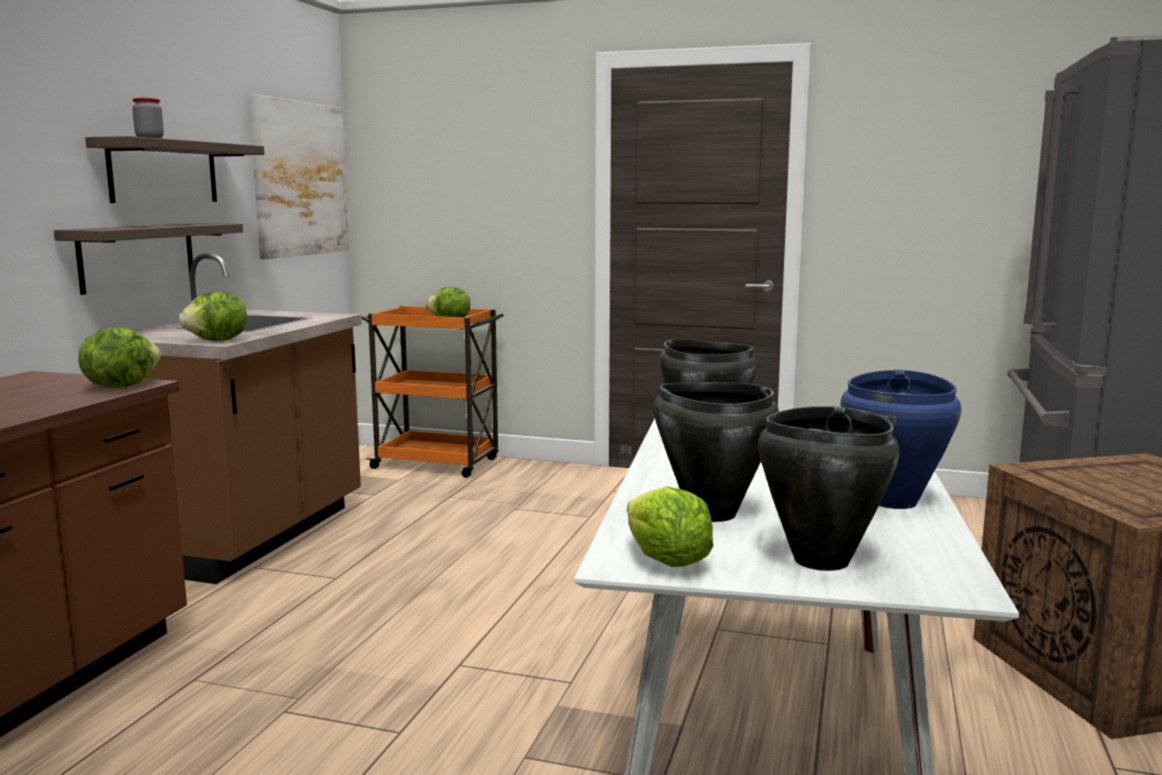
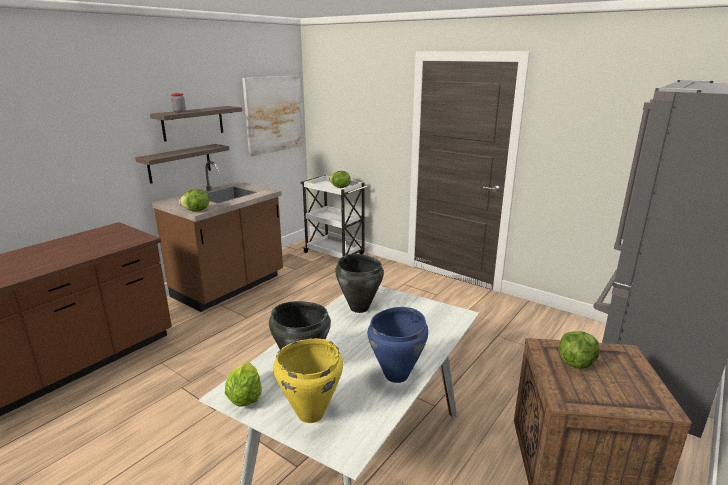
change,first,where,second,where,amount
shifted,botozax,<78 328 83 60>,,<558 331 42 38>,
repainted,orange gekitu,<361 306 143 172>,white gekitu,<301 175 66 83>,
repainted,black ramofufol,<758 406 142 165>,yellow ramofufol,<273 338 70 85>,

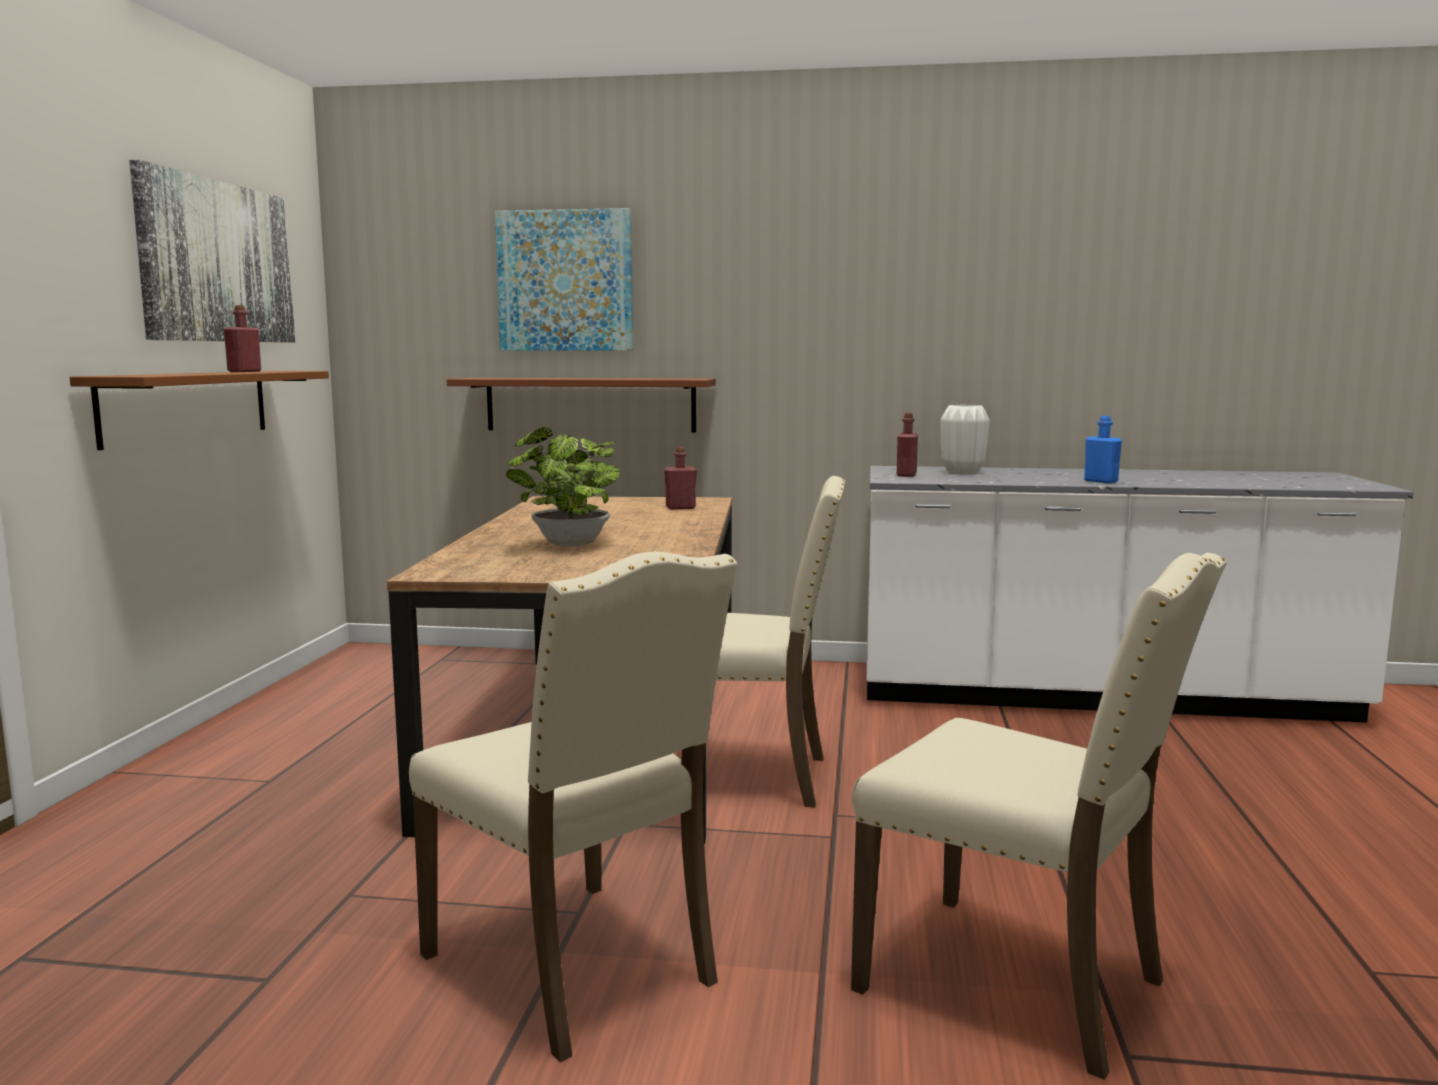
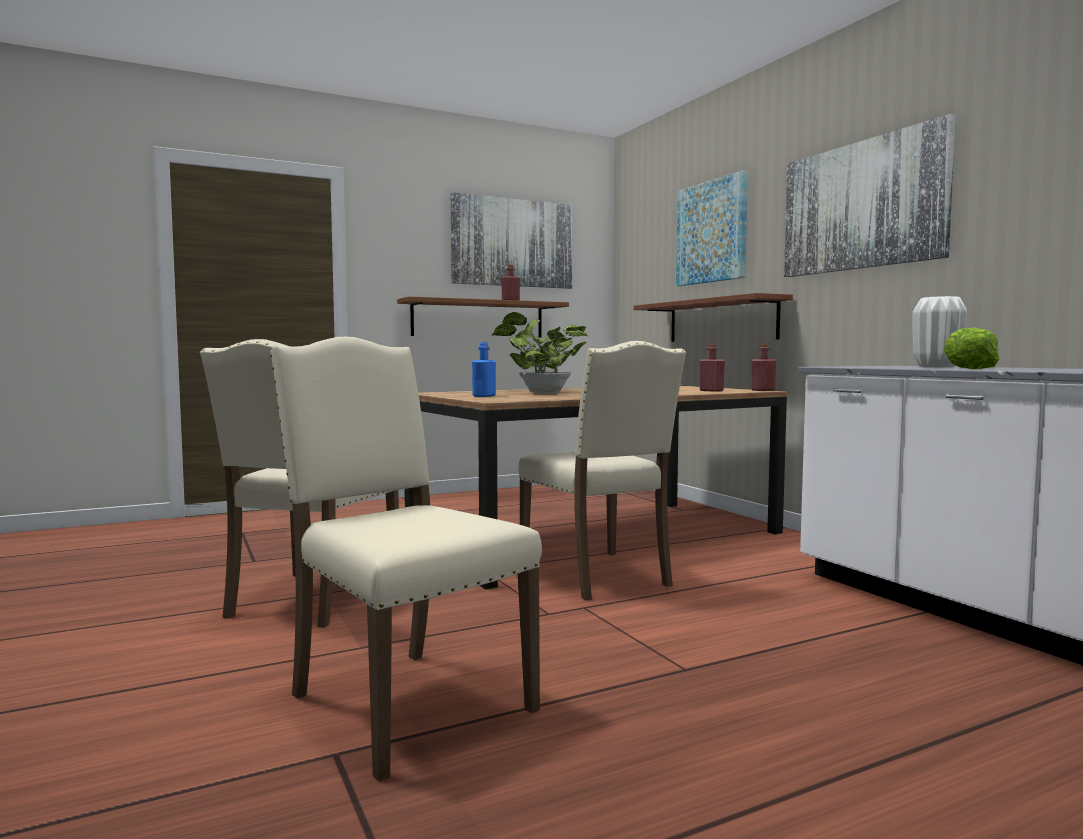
change,first,where,second,where,amount
new,,,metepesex,<784 114 172 163>,
new,,,botozax,<944 328 56 41>,
shifted,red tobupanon,<897 413 21 64>,,<751 344 25 47>,
shifted,blue tobupanon,<1084 416 38 67>,,<472 342 24 55>,
rotated,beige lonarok,<851 553 376 527>,,<270 337 272 445>,135 degrees clockwise

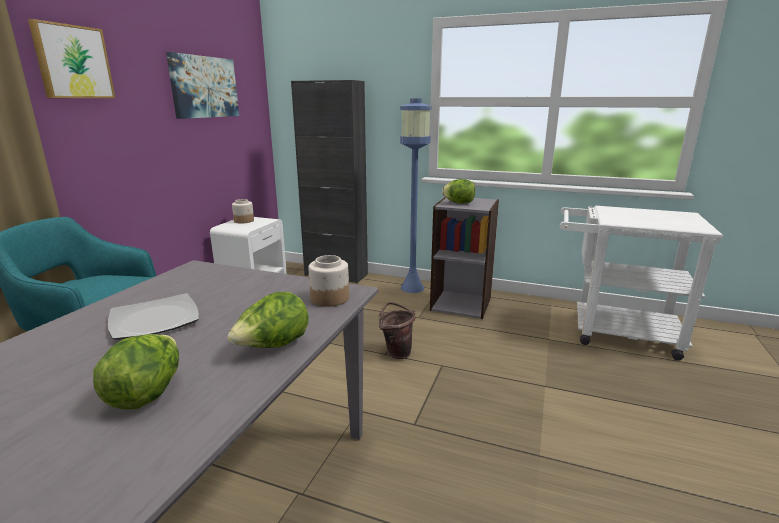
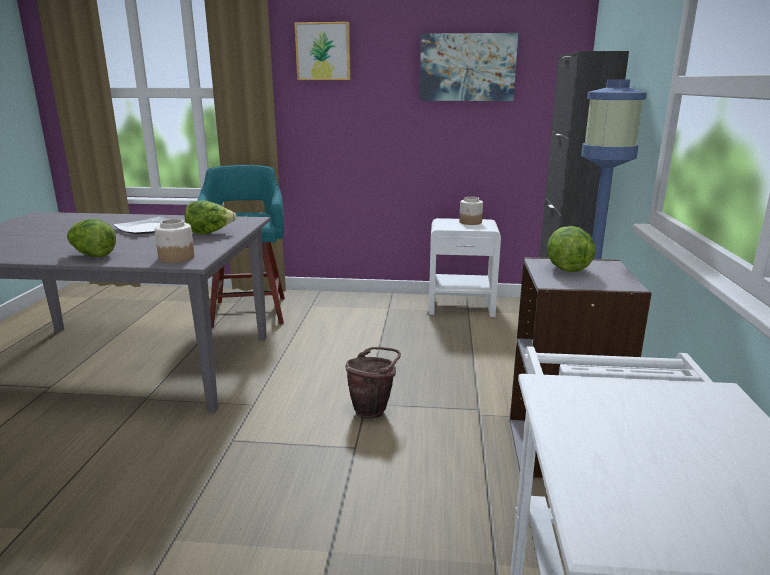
change,first,where,second,where,amount
shifted,botozax,<93 334 86 76>,,<185 200 52 34>,

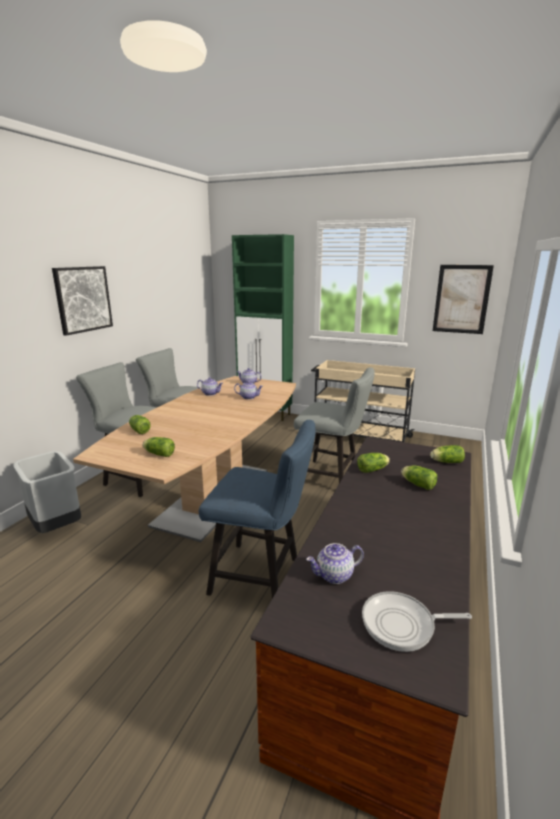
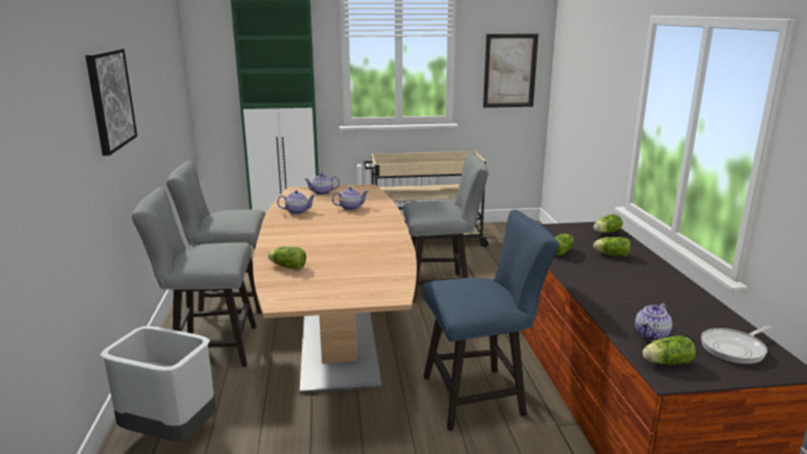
change,first,where,second,where,amount
shifted,botozax,<142 437 33 20>,,<643 336 53 29>,

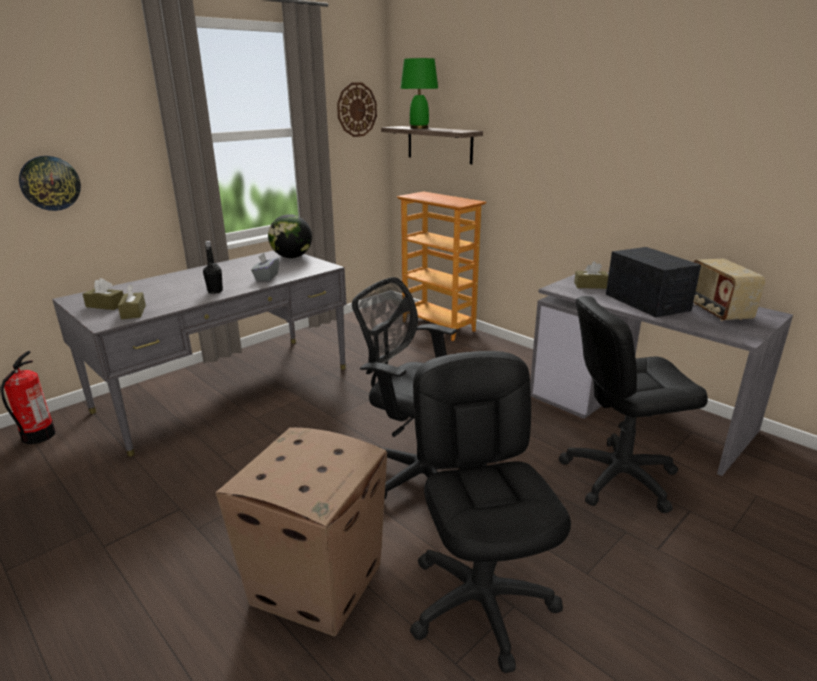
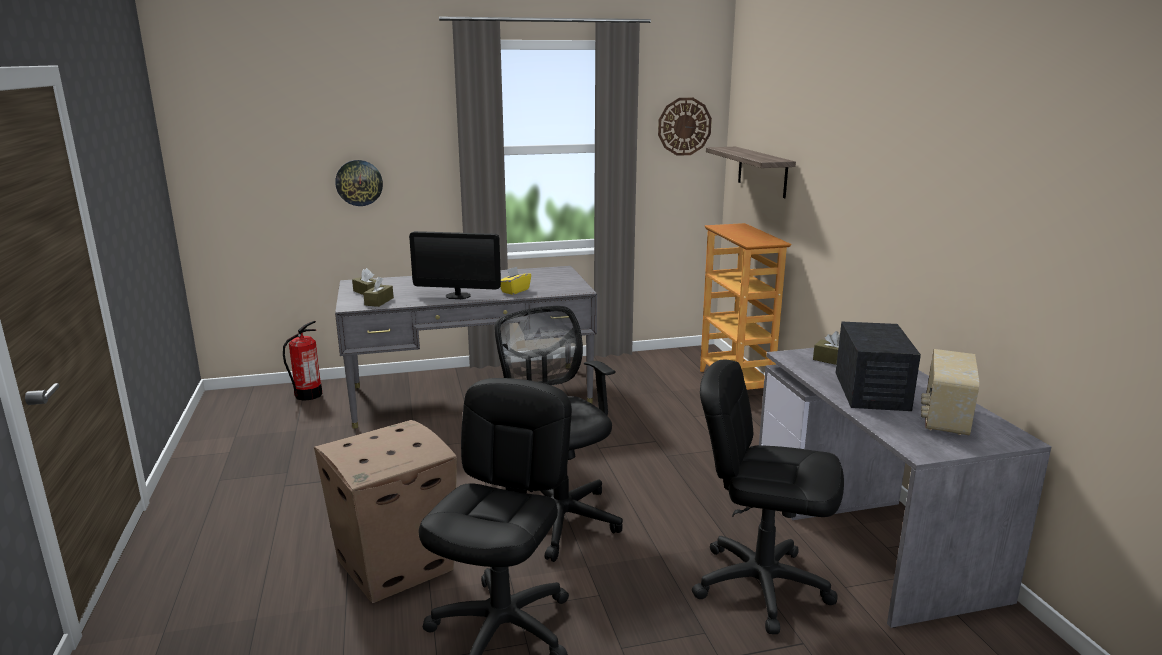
change,first,where,second,where,amount
gone,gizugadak,<268 214 44 44>,,,
gone,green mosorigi,<400 58 38 71>,,,
swapped,black tobupanon,<203 241 20 53>,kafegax,<409 231 92 68>,
repainted,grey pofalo,<251 253 28 28>,yellow pofalo,<500 267 31 28>,

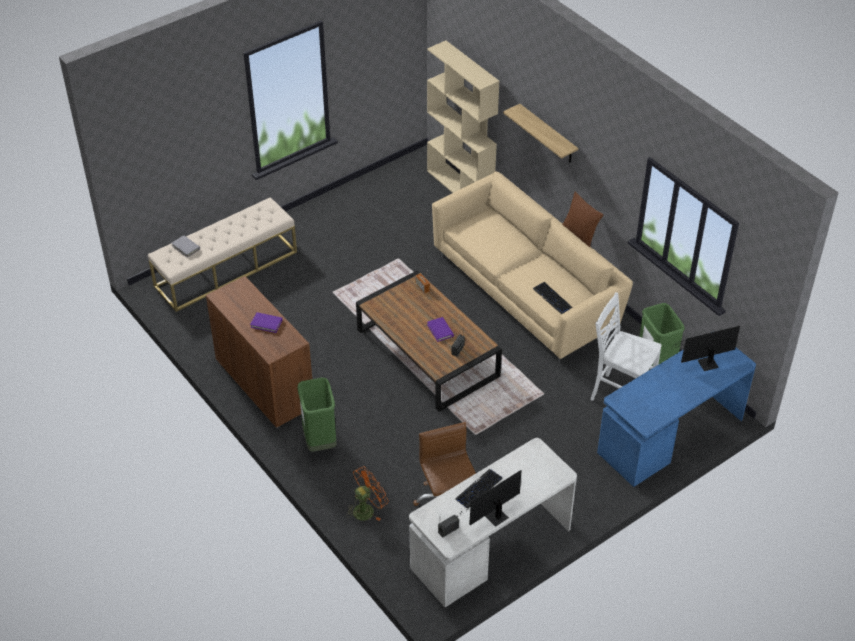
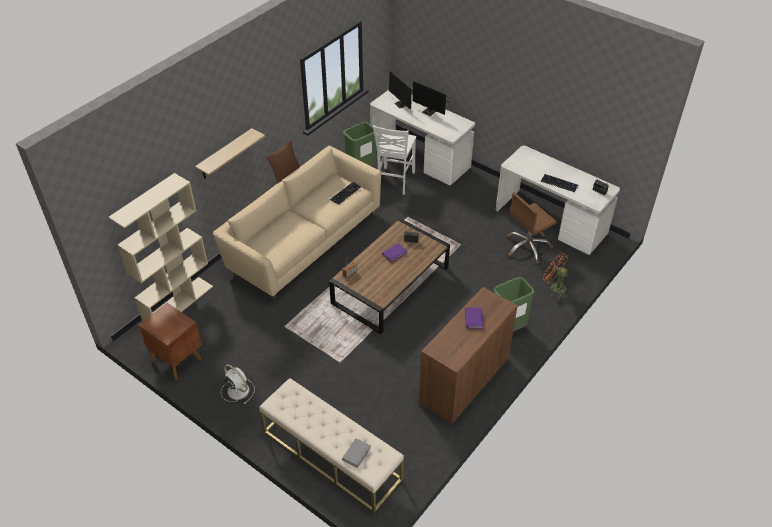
change,first,where,second,where,amount
new,,,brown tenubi,<138 303 64 77>,
new,,,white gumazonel,<221 364 33 40>,
shifted,kafegax,<456 470 66 57>,,<412 81 43 35>,
repainted,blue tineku,<597 332 159 155>,white tineku,<370 90 105 95>,

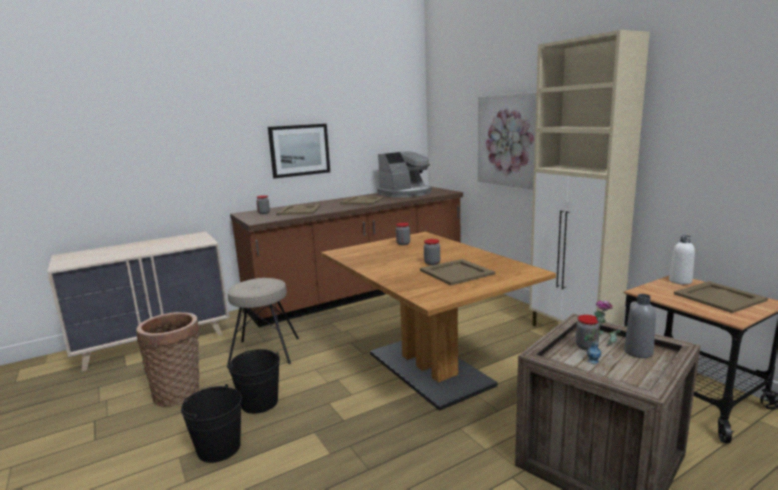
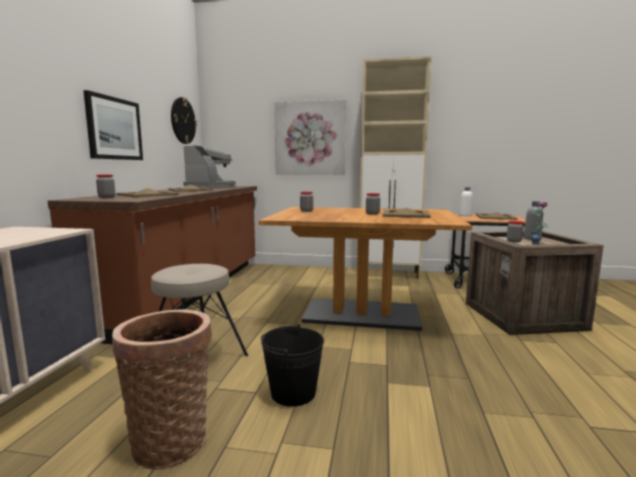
change,first,where,second,where,amount
gone,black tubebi,<181 384 61 79>,,,
new,,,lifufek,<171 97 26 47>,

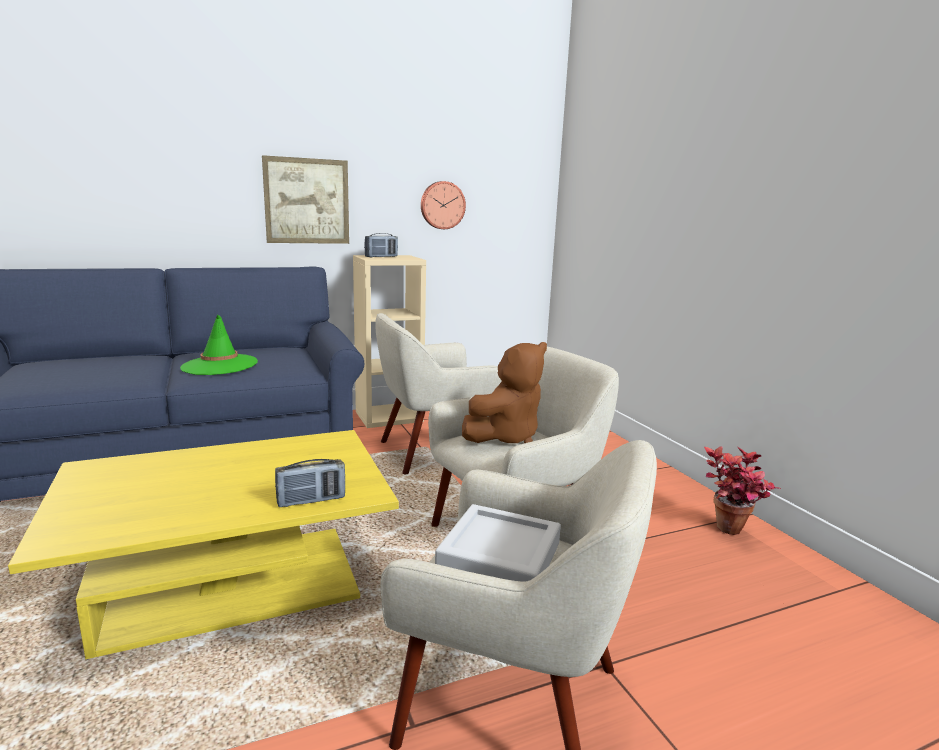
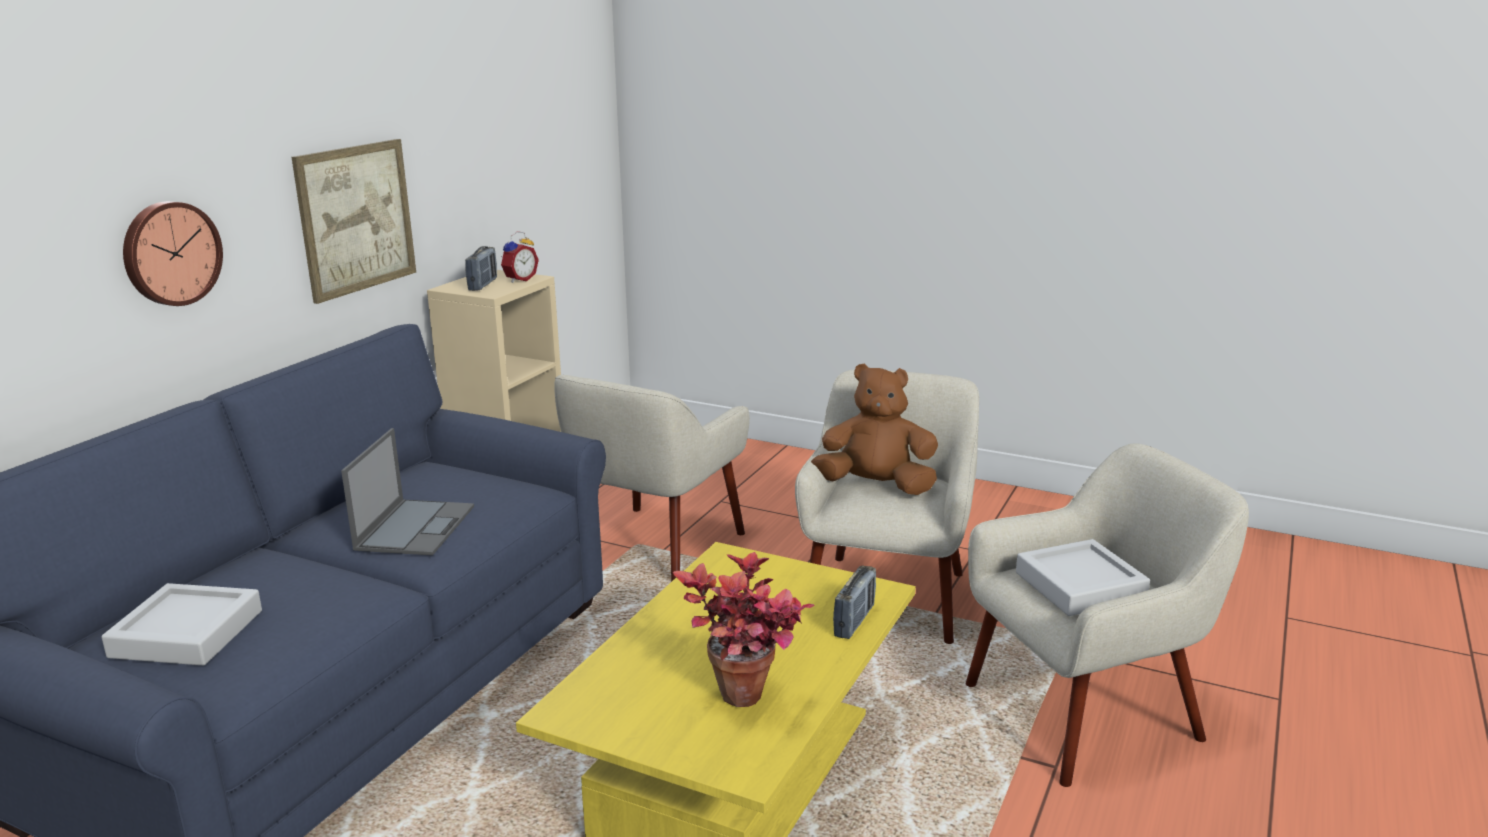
change,first,where,second,where,amount
new,,,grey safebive,<101 583 161 83>,
new,,,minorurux,<501 231 38 52>,
shifted,lifufek,<421 181 45 48>,,<123 201 100 105>,
shifted,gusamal,<704 447 77 88>,,<673 552 142 155>,
swapped,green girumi,<180 315 78 60>,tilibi,<341 428 133 128>,
rotated,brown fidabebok,<462 342 85 101>,,<811 364 127 131>,90 degrees counterclockwise

